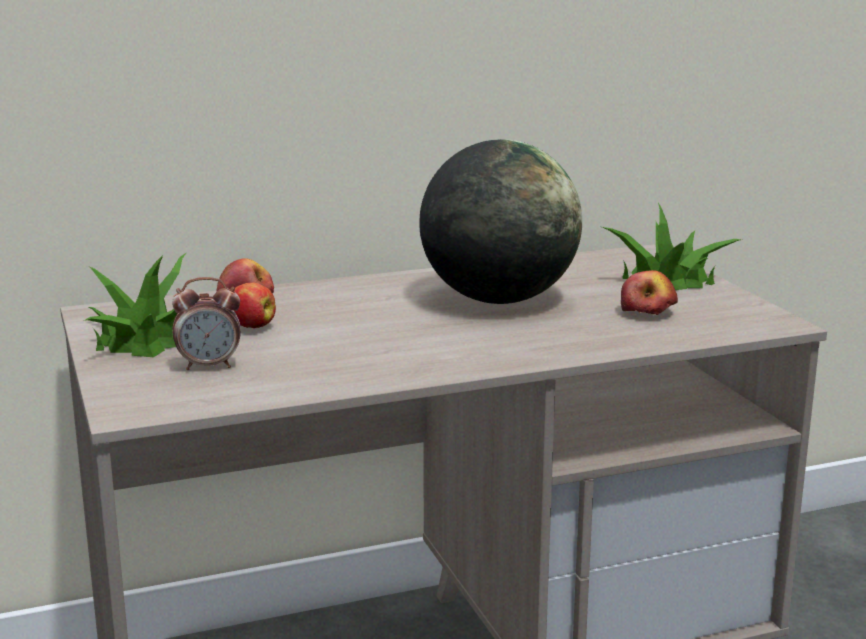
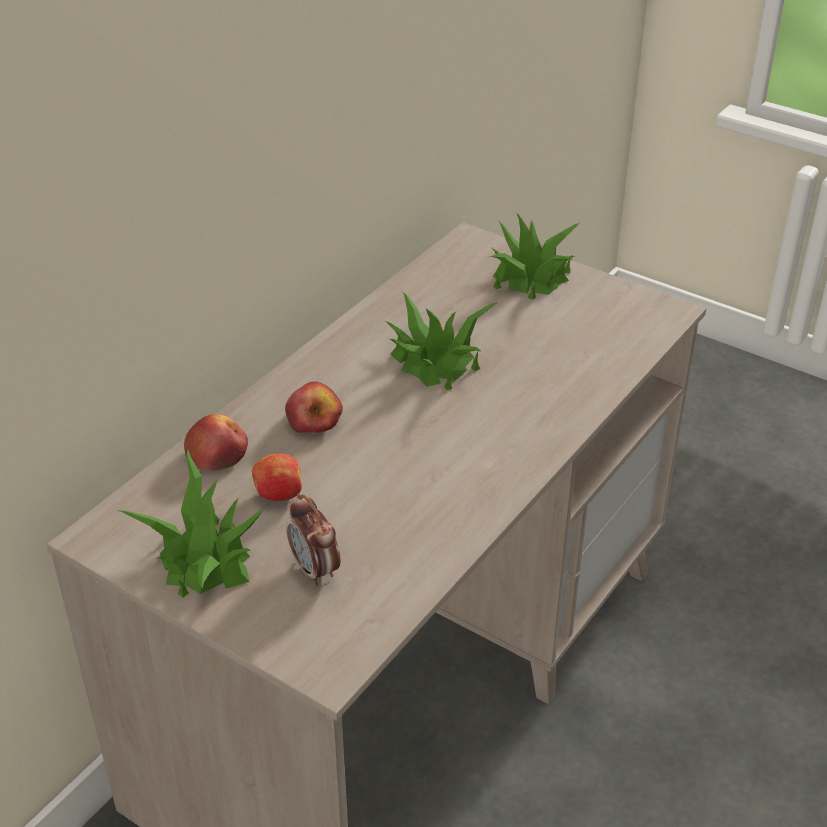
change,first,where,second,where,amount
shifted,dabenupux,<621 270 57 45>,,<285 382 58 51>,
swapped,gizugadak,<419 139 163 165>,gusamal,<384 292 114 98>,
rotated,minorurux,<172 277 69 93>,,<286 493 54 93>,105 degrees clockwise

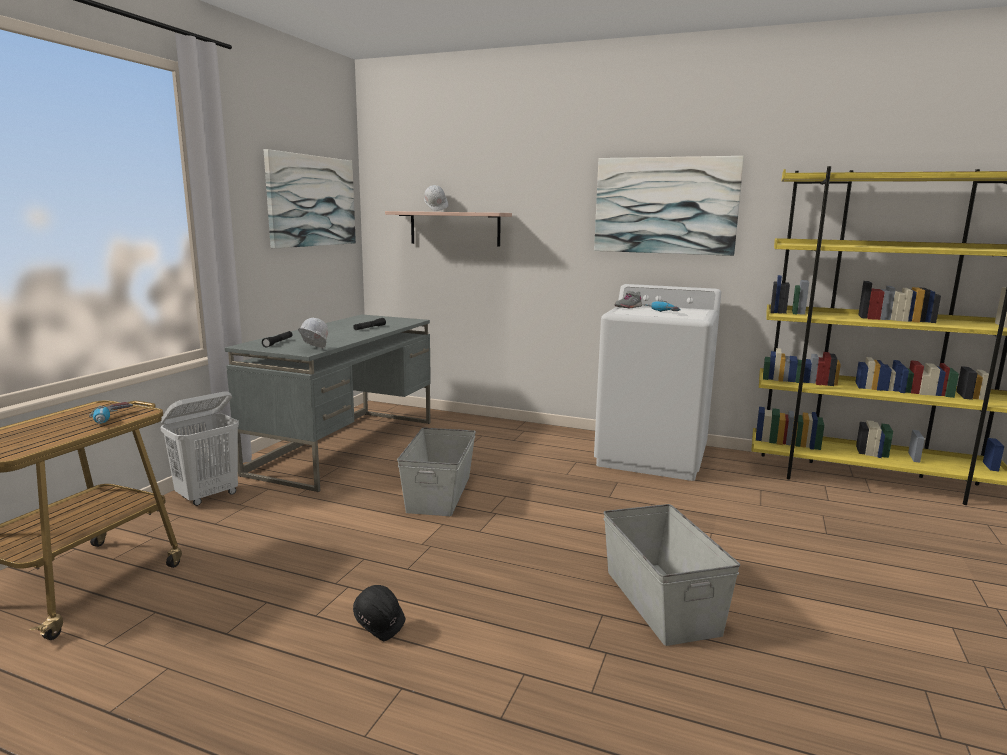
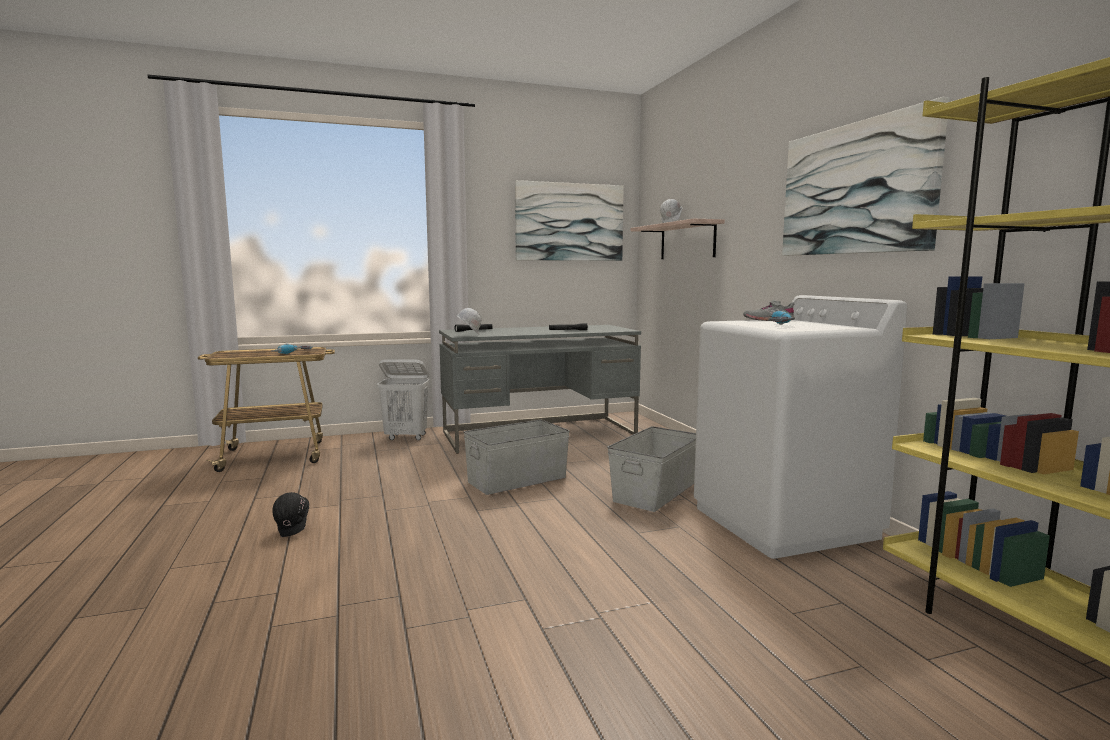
change,first,where,second,where,amount
shifted,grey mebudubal,<603 504 137 142>,,<607 426 89 86>,

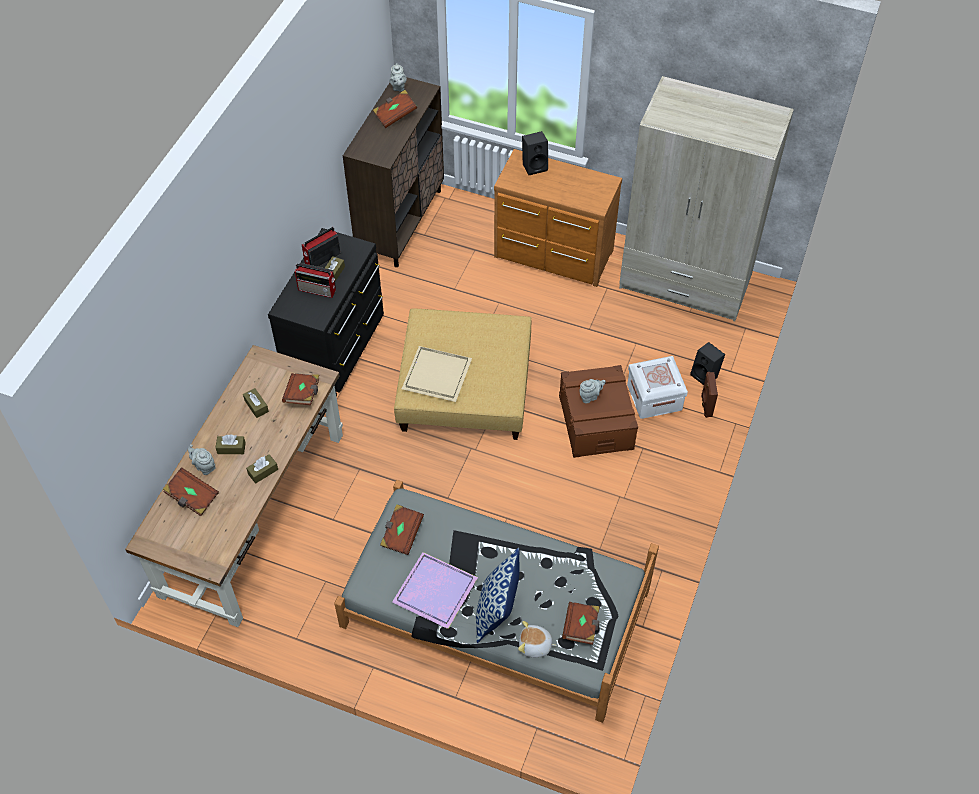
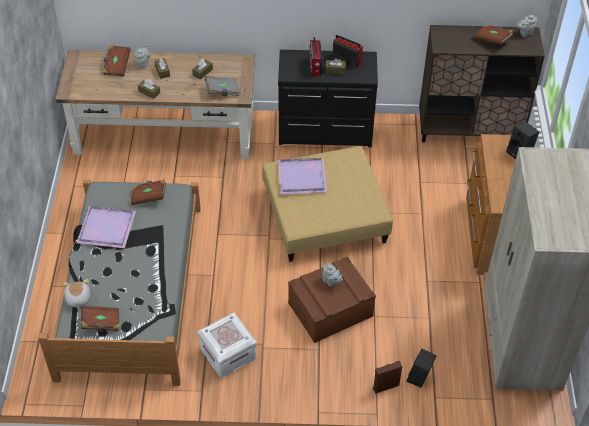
change,first,where,second,where,amount
gone,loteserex,<476 548 44 95>,,,
shifted,white mebudubal,<627 356 61 63>,,<197 312 60 66>,
repainted,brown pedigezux,<282 373 37 32>,grey pedigezux,<204 76 37 20>,
repainted,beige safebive,<402 346 70 56>,purple safebive,<278 158 49 36>,

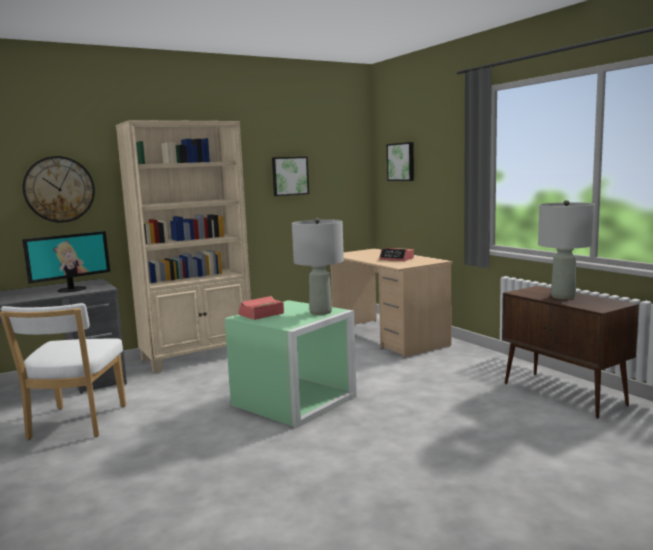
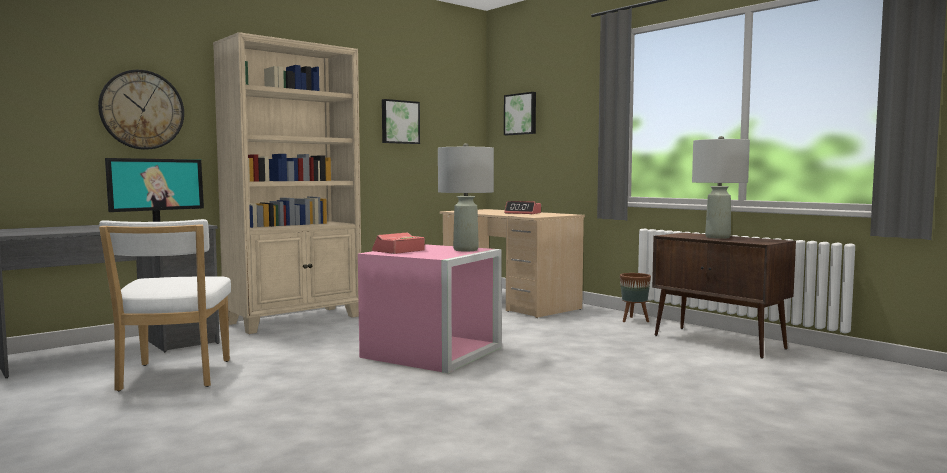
change,first,where,second,where,amount
new,,,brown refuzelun,<620 273 31 49>,
repainted,green mebudubal,<225 300 132 128>,pink mebudubal,<358 244 144 129>,

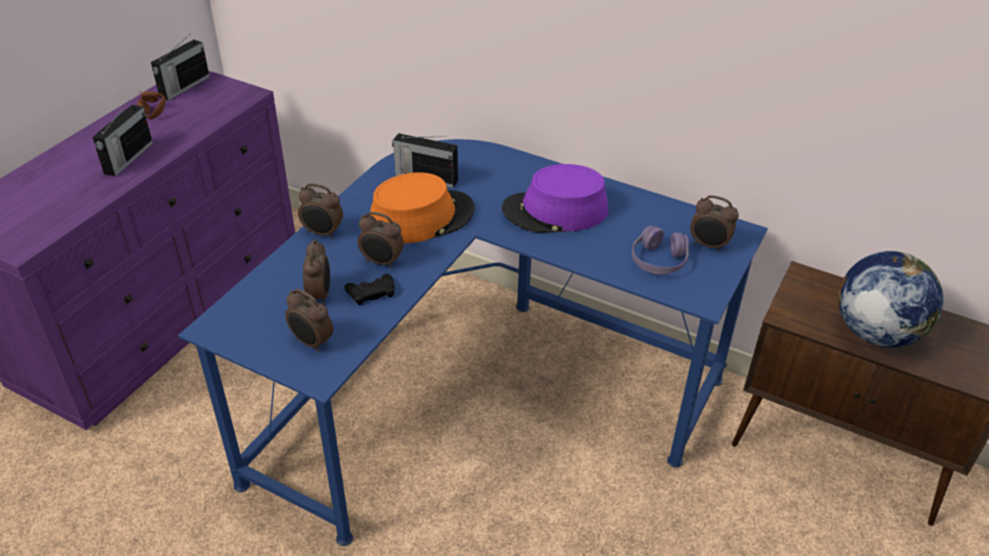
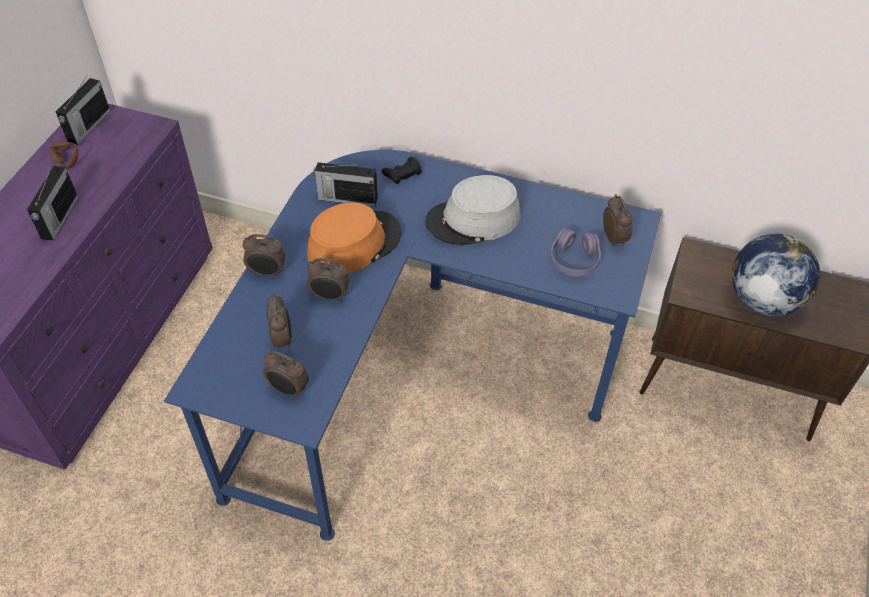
change,first,where,second,where,amount
shifted,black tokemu,<344 274 50 31>,,<381 157 41 27>,
repainted,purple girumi,<502 164 106 69>,grey girumi,<425 175 95 71>,
rotated,minorurux,<690 195 49 57>,,<603 194 30 53>,120 degrees counterclockwise

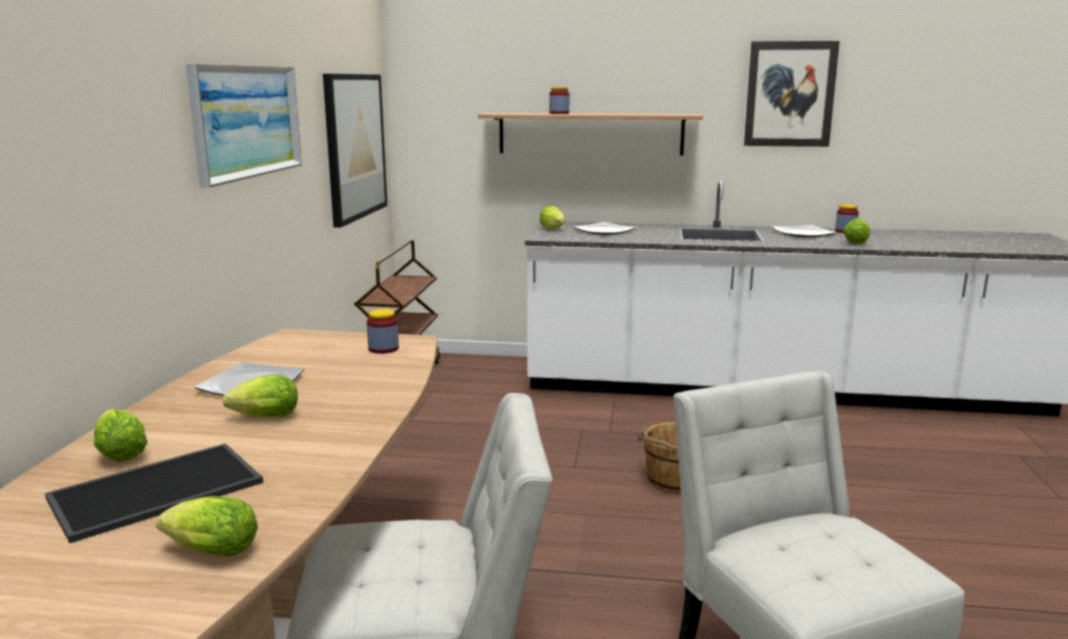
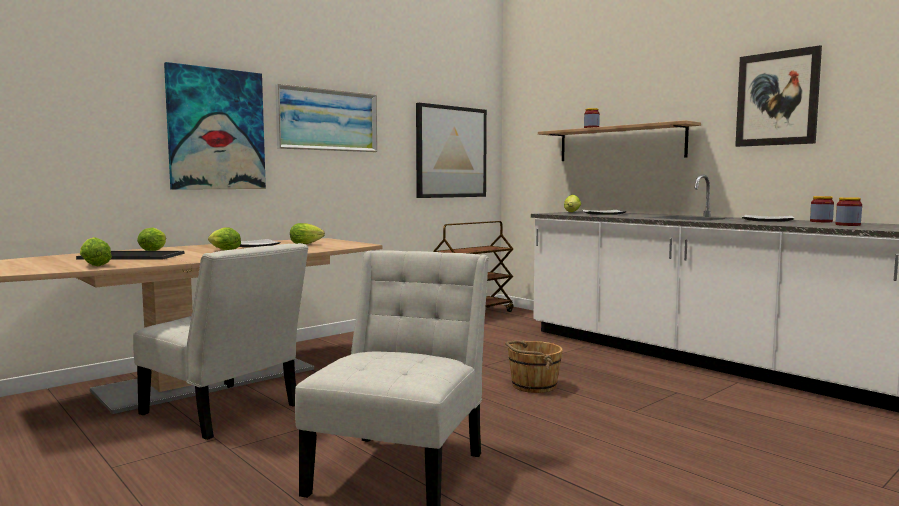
change,first,where,second,where,amount
new,,,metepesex,<164 62 102 128>,
shifted,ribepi,<367 309 32 45>,,<836 197 26 29>,
shifted,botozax,<843 218 27 27>,,<290 223 35 21>,

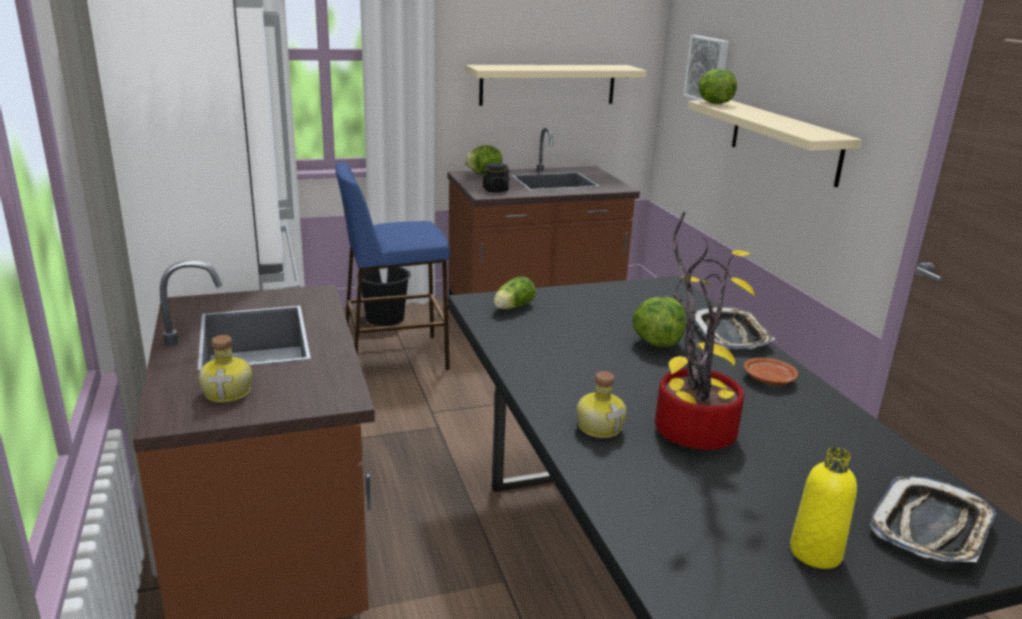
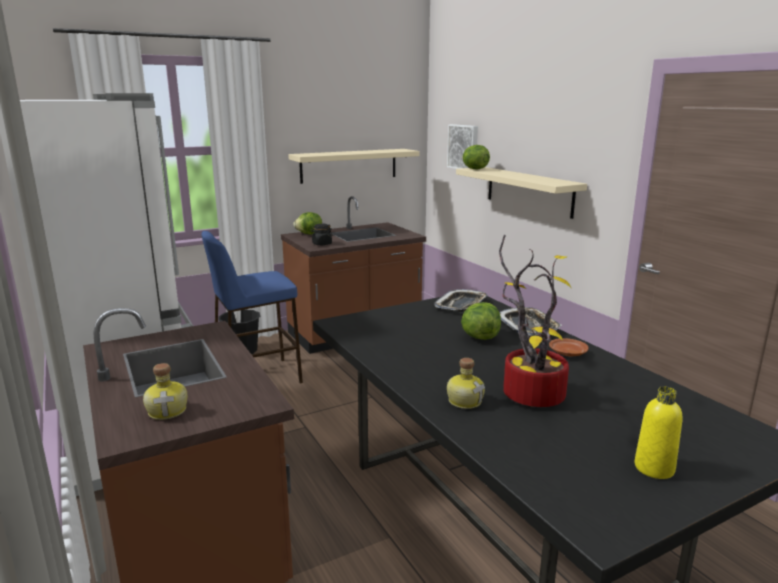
change,first,where,second,where,amount
gone,botozax,<494 276 42 33>,,,
shifted,safebive,<870 476 126 86>,,<434 289 54 22>,

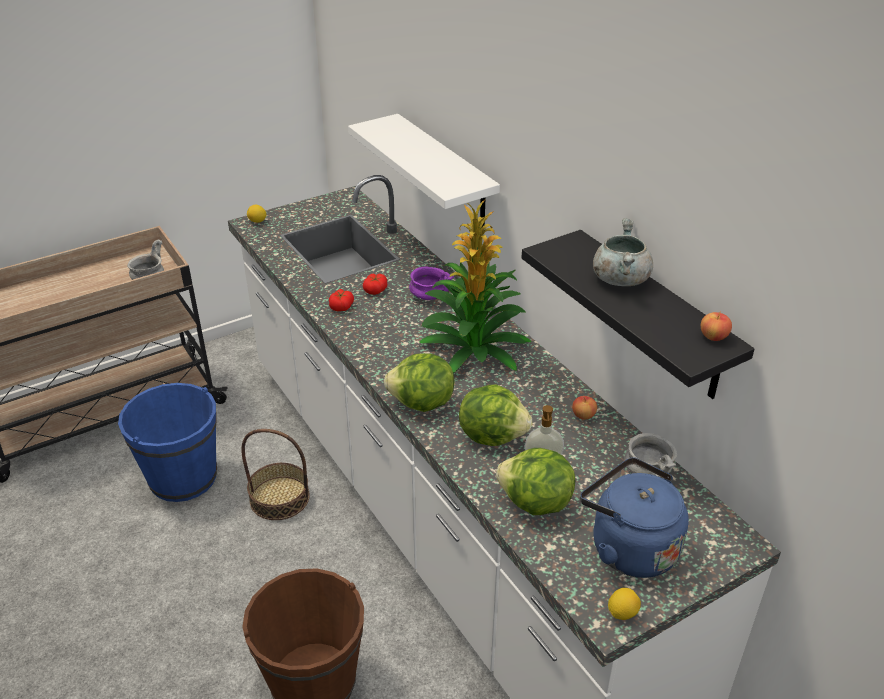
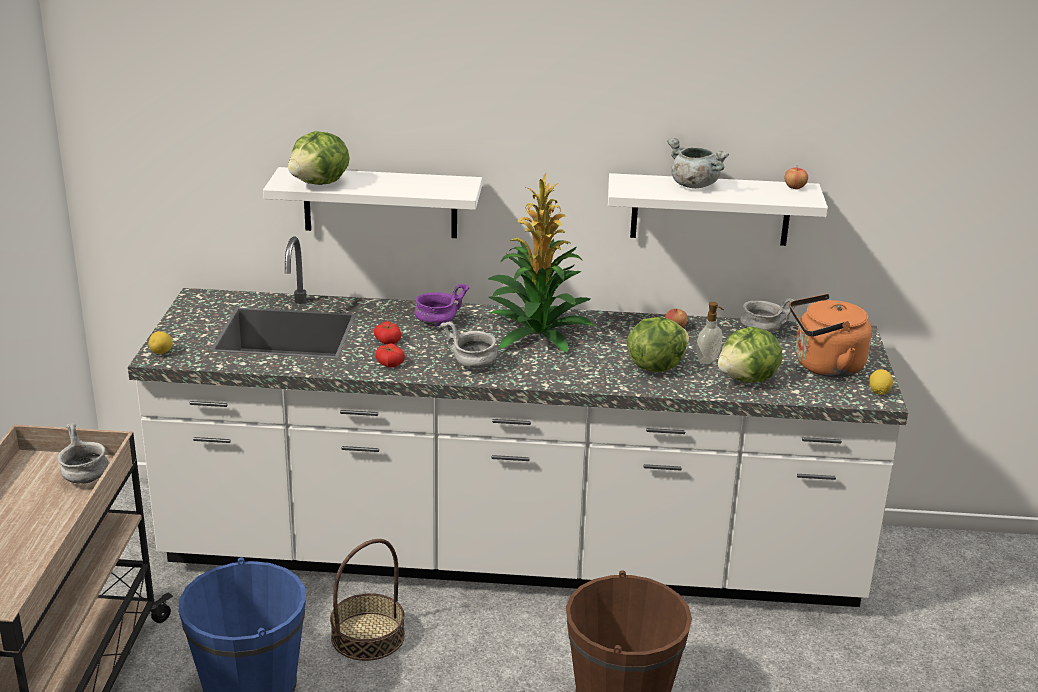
change,first,where,second,where,amount
new,,,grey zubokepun,<440 322 57 46>,
shifted,botozax,<384 353 71 59>,,<288 131 62 54>,
repainted,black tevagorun,<522 230 233 169>,white tevagorun,<608 173 220 73>,
repainted,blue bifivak,<580 458 109 120>,orange bifivak,<790 294 82 84>,

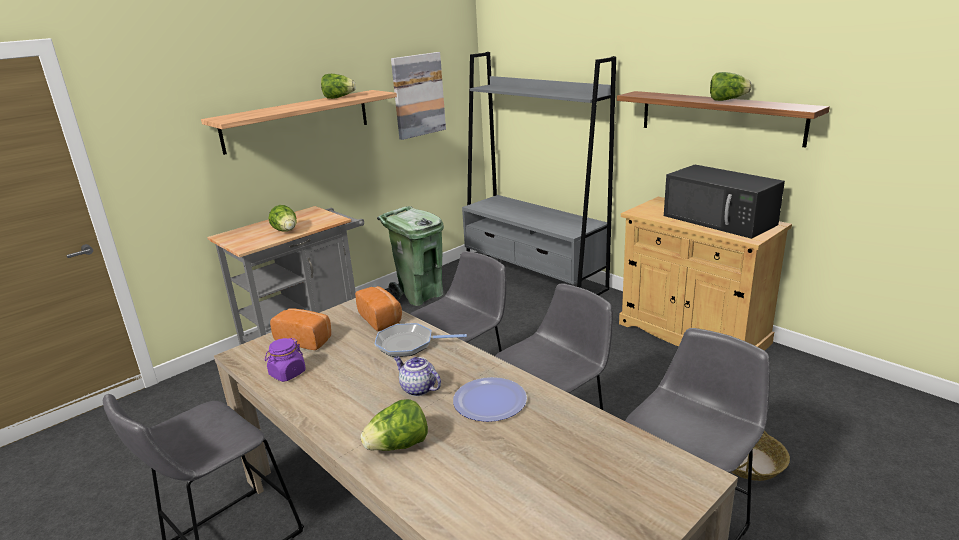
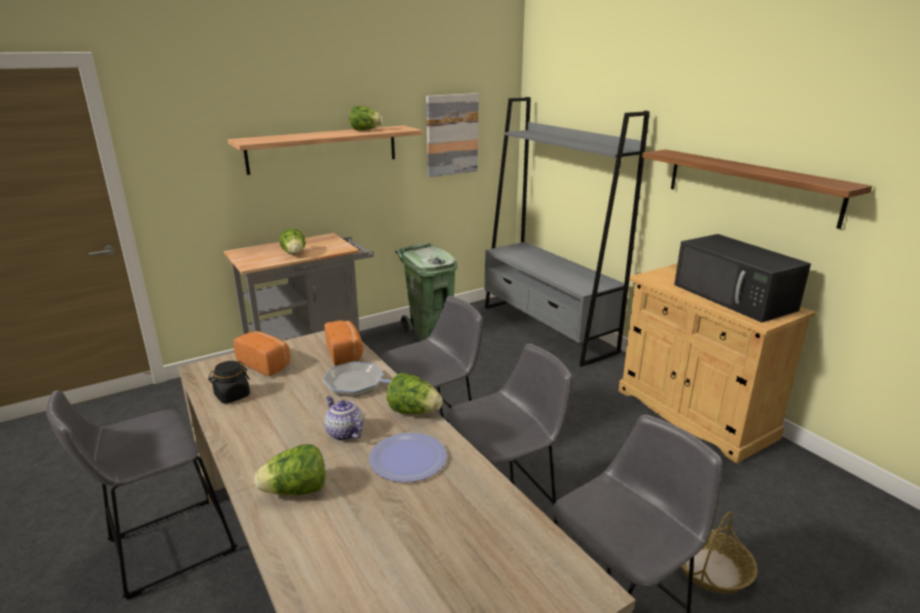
change,first,where,second,where,amount
shifted,botozax,<710 72 42 29>,,<387 373 56 41>,
repainted,purple ribepi,<265 338 41 44>,black ribepi,<208 361 42 42>,

